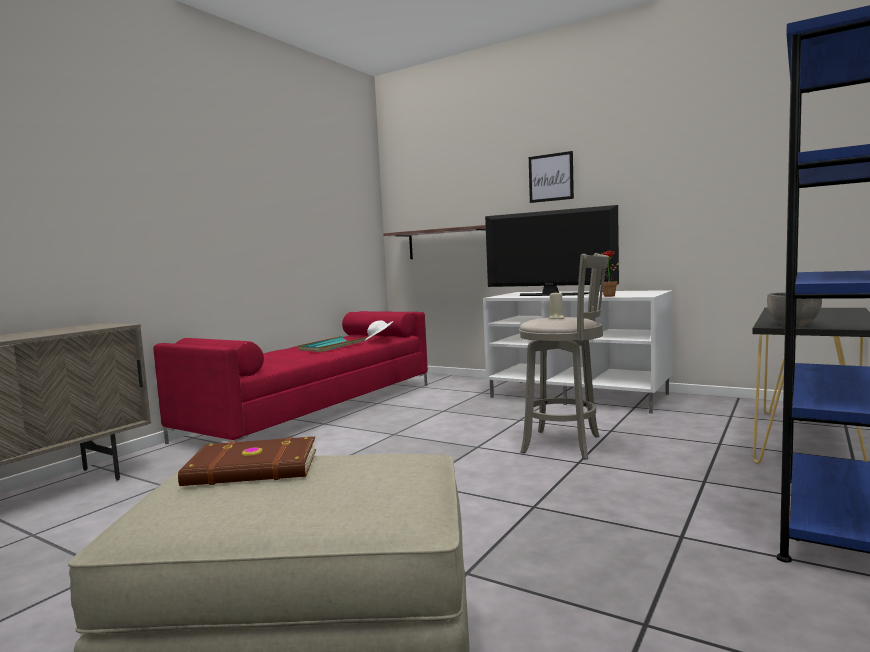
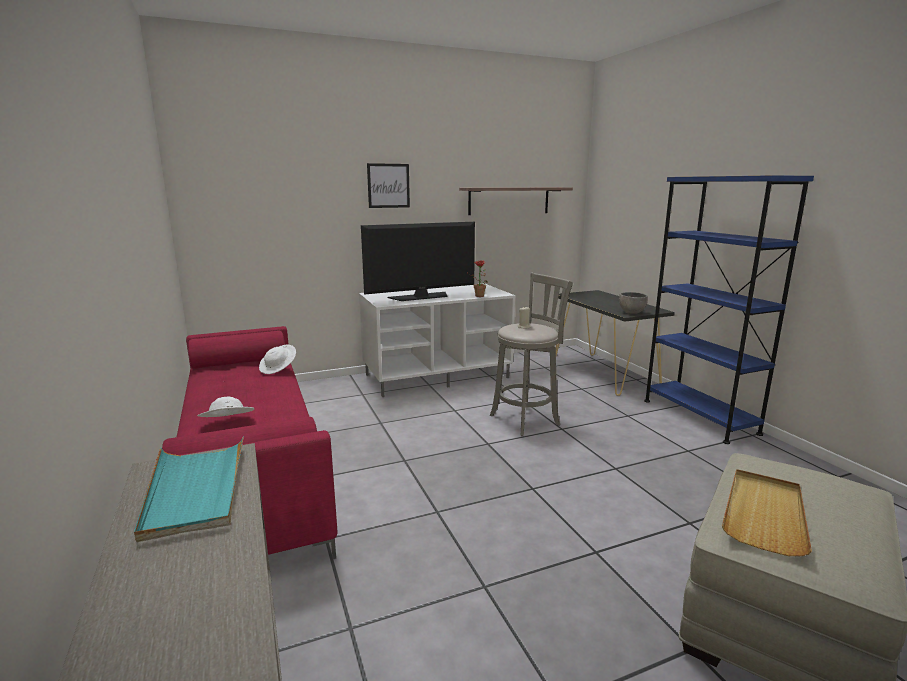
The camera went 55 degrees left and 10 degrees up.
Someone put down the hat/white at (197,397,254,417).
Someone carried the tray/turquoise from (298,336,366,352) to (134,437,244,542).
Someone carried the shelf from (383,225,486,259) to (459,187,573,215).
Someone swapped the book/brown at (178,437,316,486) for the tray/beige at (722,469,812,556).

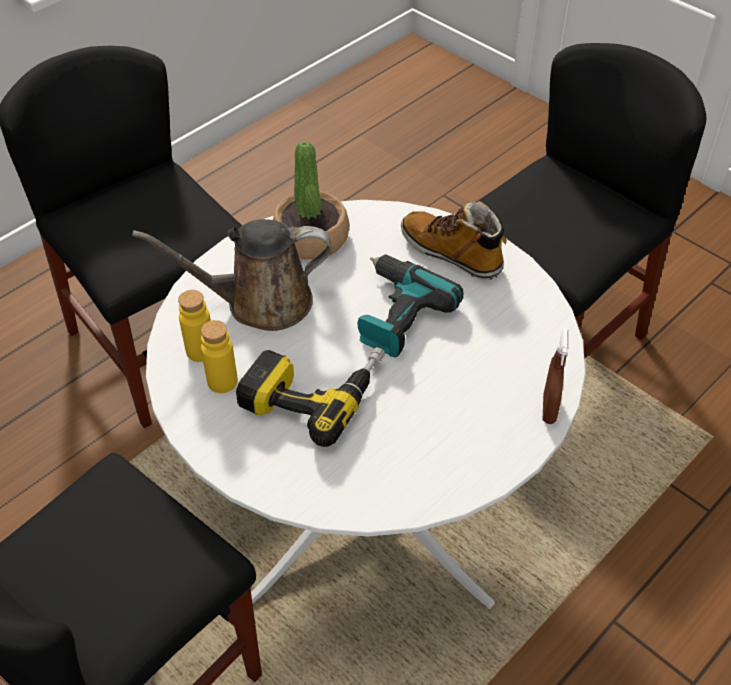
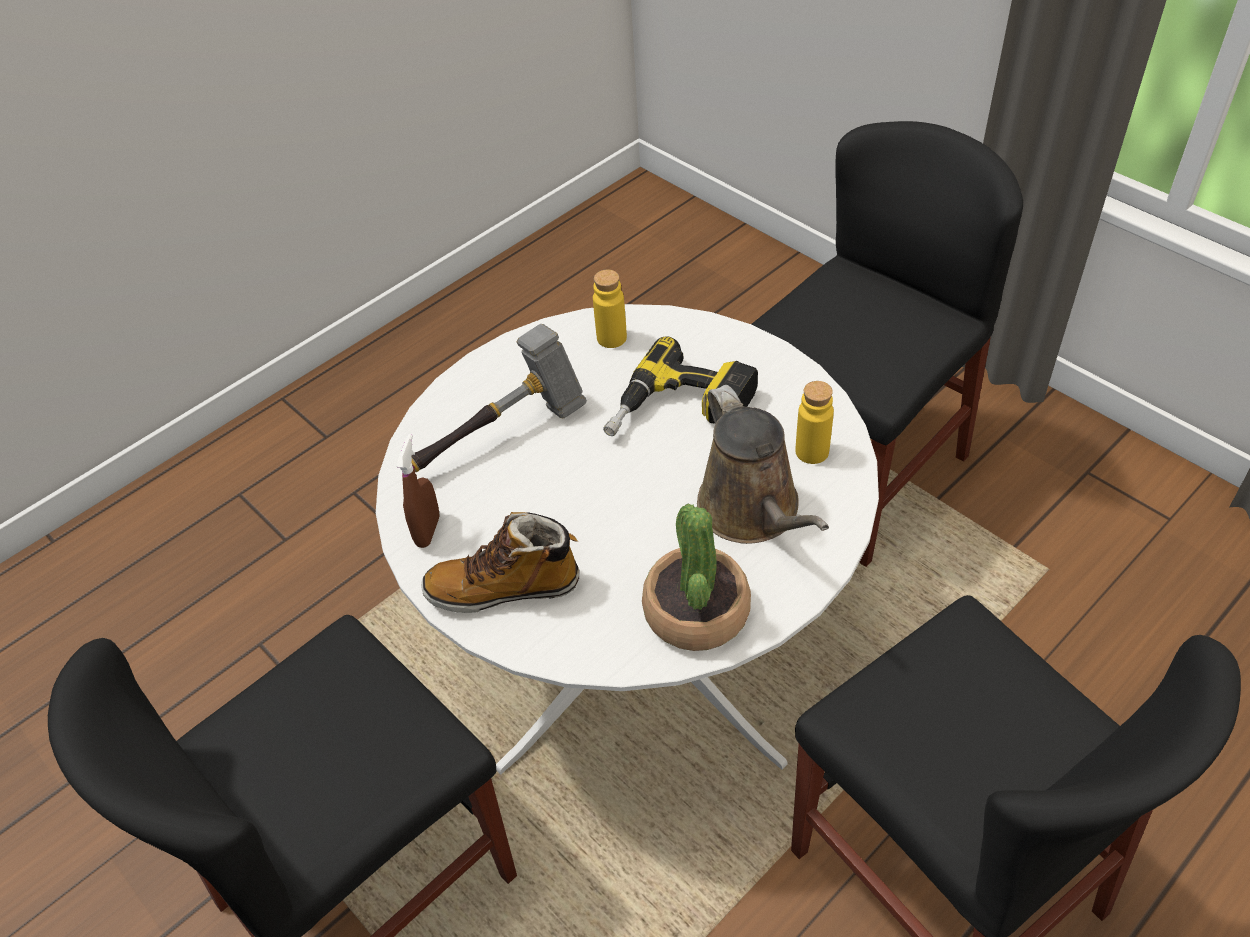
The camera went 175 degrees left and 0 degrees up.
Someone took away the power drill at (358,254,463,357).
Someone put down the hammer at (411,324,587,472).
Someone carried the bottle/yellow from (201,320,238,393) to (593,269,627,348).
Someone carried the spray bottle/brown from (543,329,569,424) to (396,434,440,548).
Someone rotated the watering can/brown at (132,219,331,331) by 75 degrees clockwise.
Someone rotated the boot at (401,200,507,280) by 135 degrees clockwise.

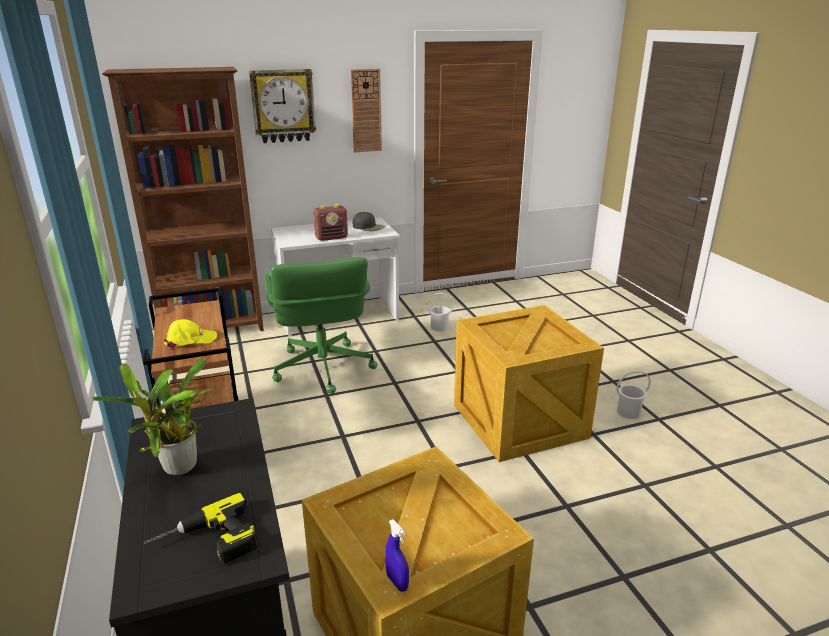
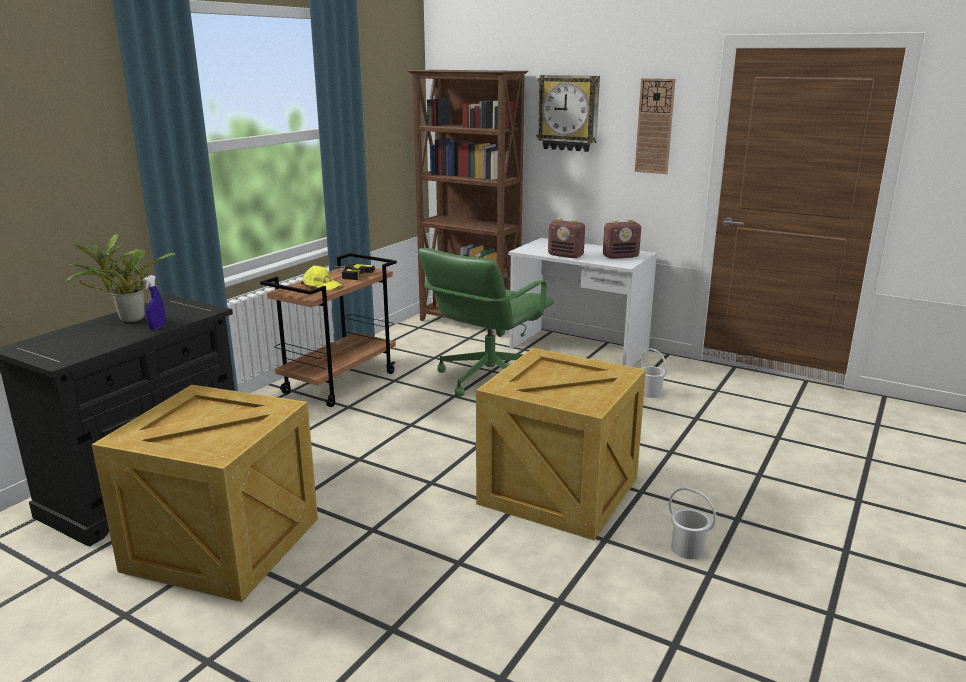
The camera went 50 degrees right and 5 degrees down.
Someone carried the power drill from (144,493,257,564) to (331,264,375,280).
Someone carried the spray bottle/blue from (385,519,409,592) to (143,275,166,330).
Someone swapped the cap/black at (352,212,385,231) for the radio at (603,219,641,259).

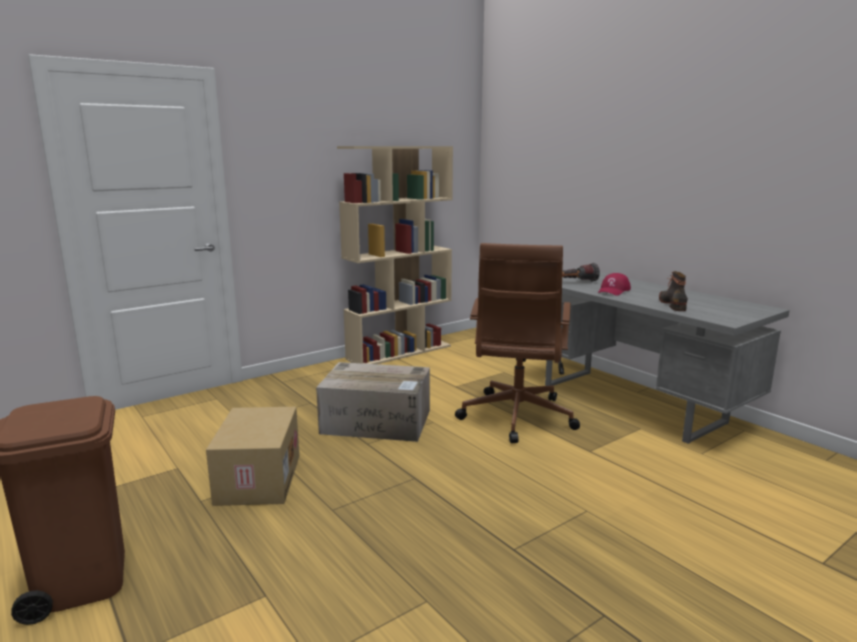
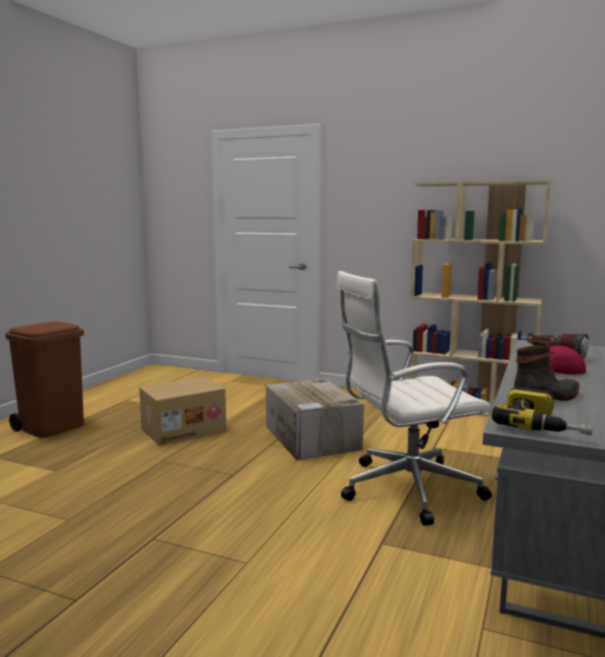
The camera went 60 degrees right and 5 degrees down.
Someone put down the power drill at (492,386,593,435).
Someone repainted the office chair/brown at (455,243,580,443), which became the office chair/white at (336,271,492,526).

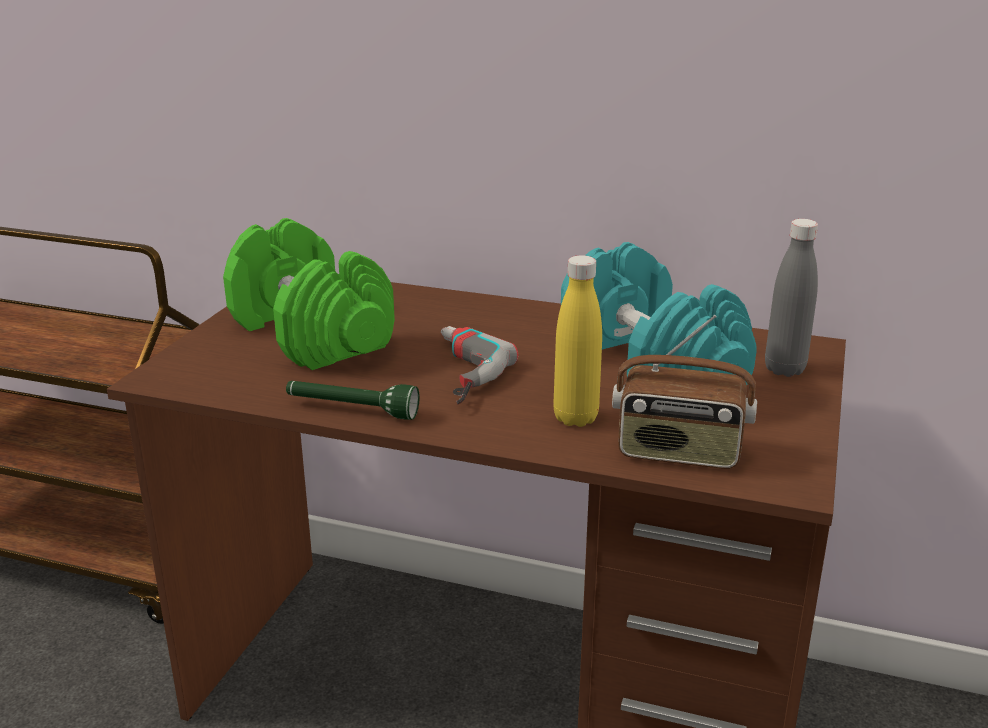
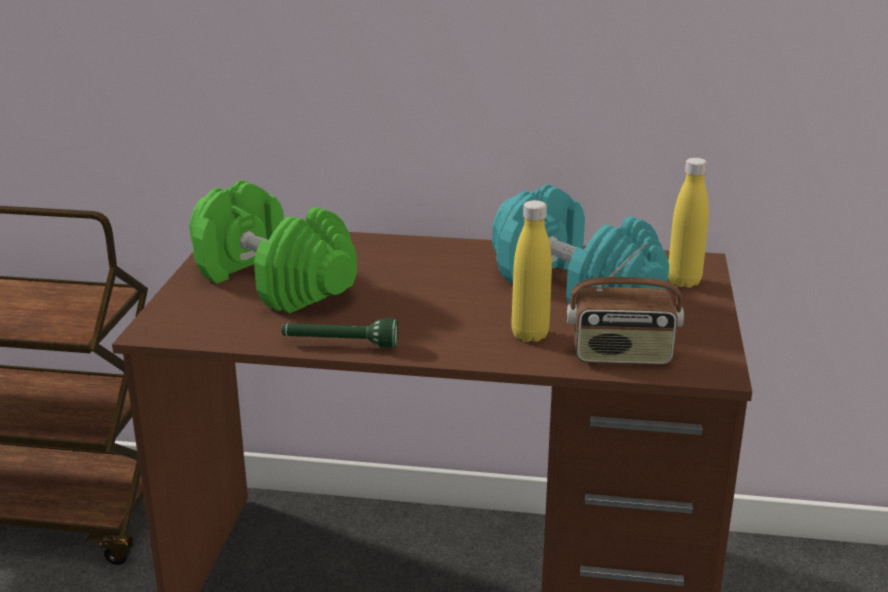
The camera went 10 degrees left and 0 degrees up.
Someone took away the power drill at (441,326,518,405).
Someone repainted the bottle/grey at (765,219,818,377), which became the bottle/yellow at (668,158,709,288).

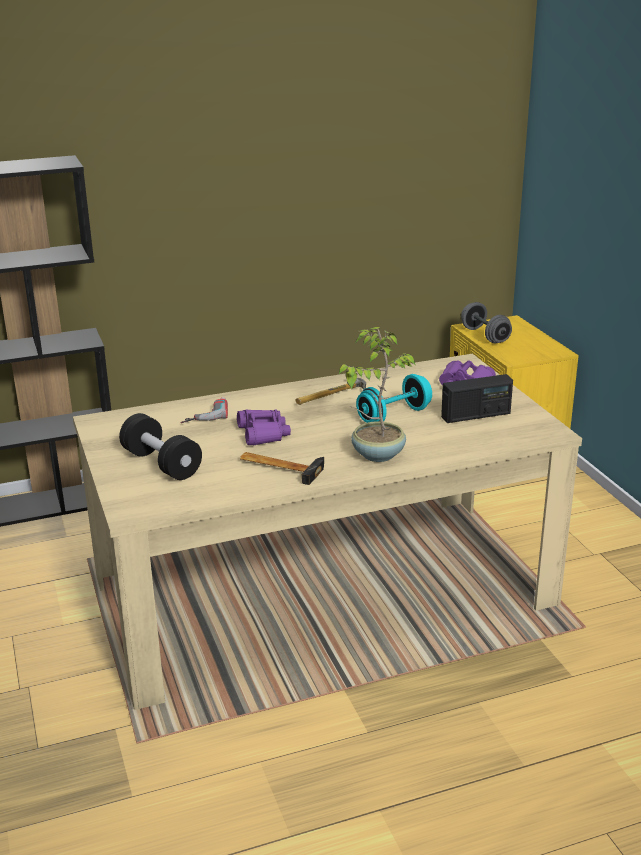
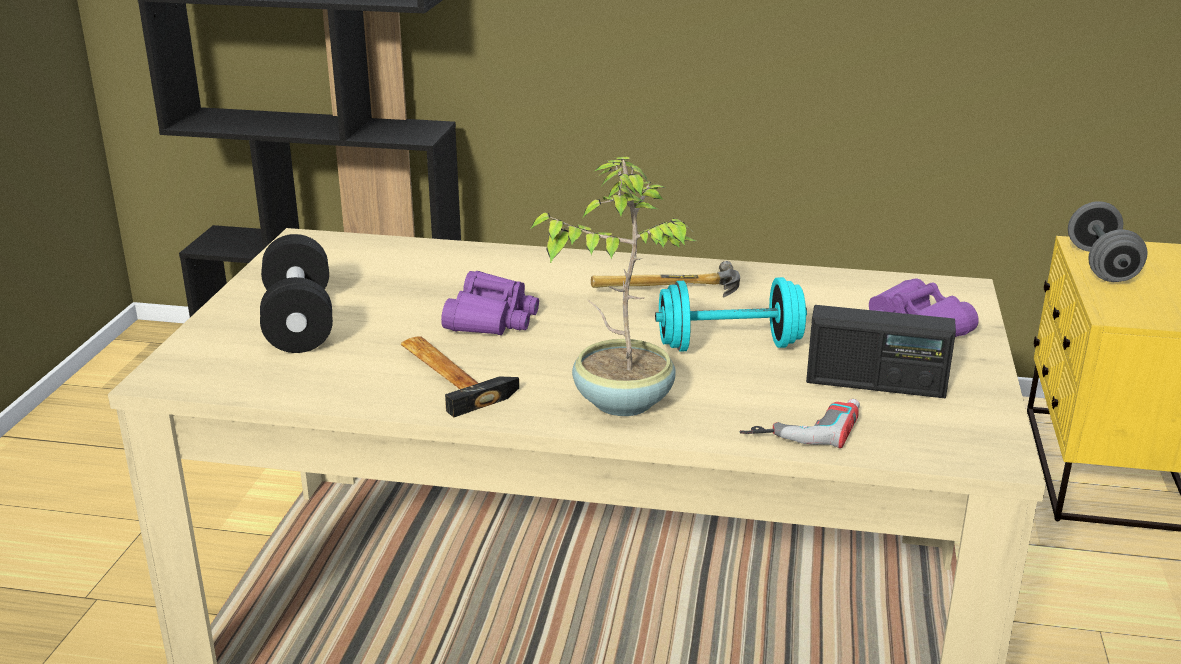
The camera went 30 degrees right and 0 degrees up.
Someone carried the power drill from (181,397,228,423) to (740,399,860,448).

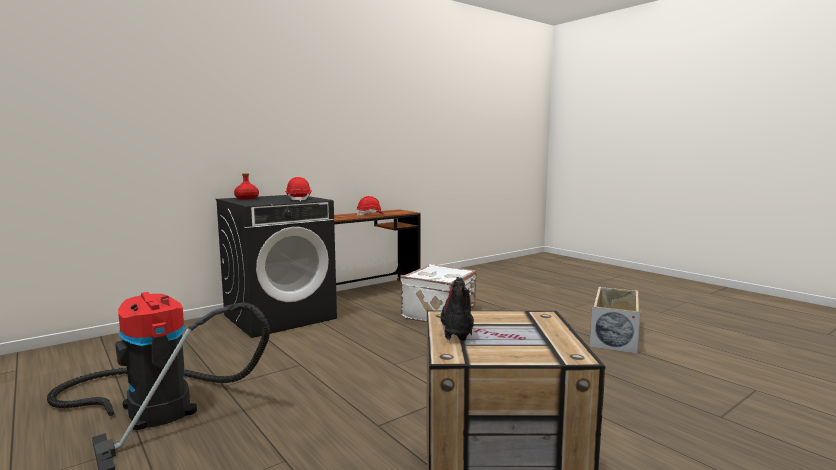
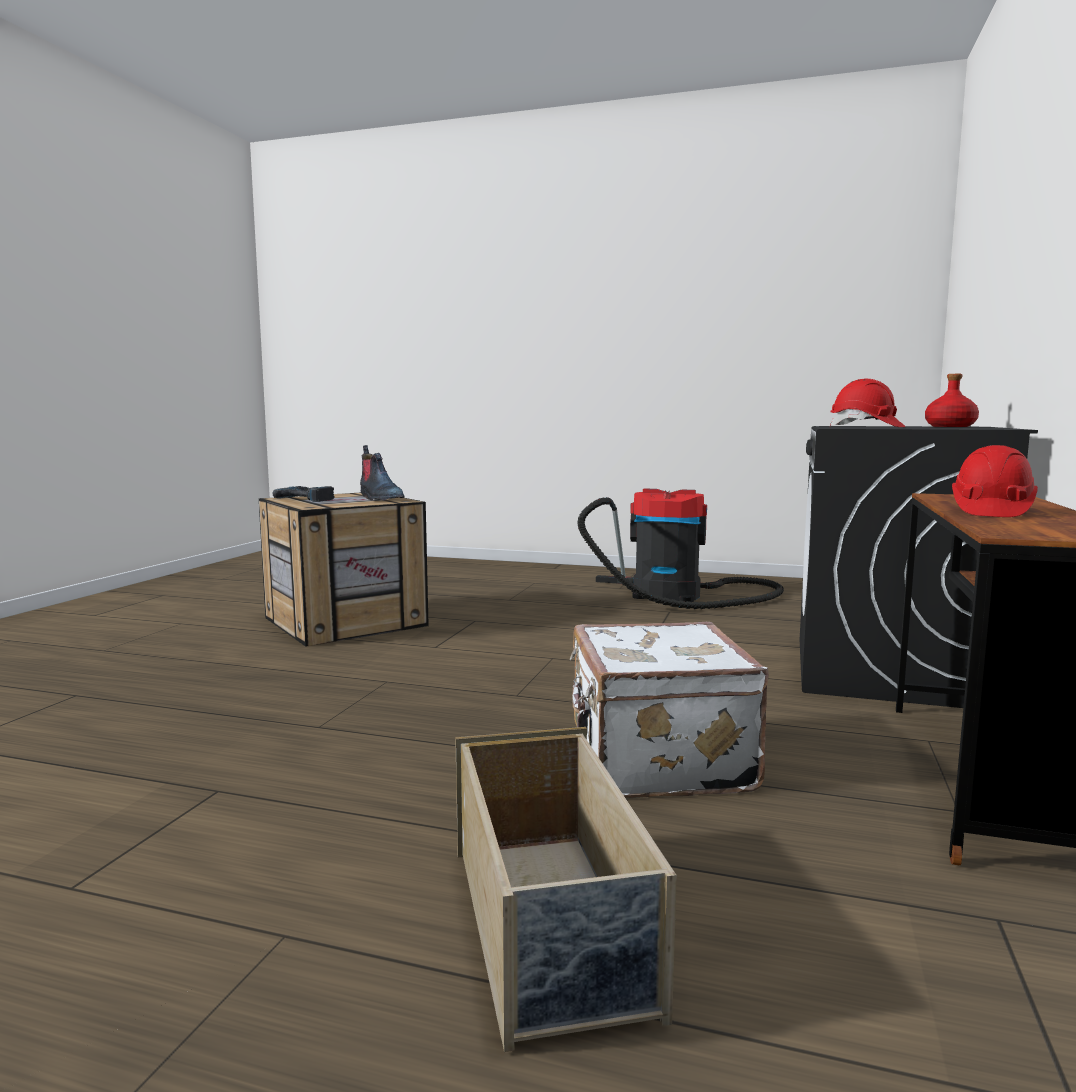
The camera went 145 degrees right and 0 degrees up.
Someone put down the power drill at (272,486,335,502).
Someone carried the storage box/beige from (589,287,641,354) to (455,727,677,1052).

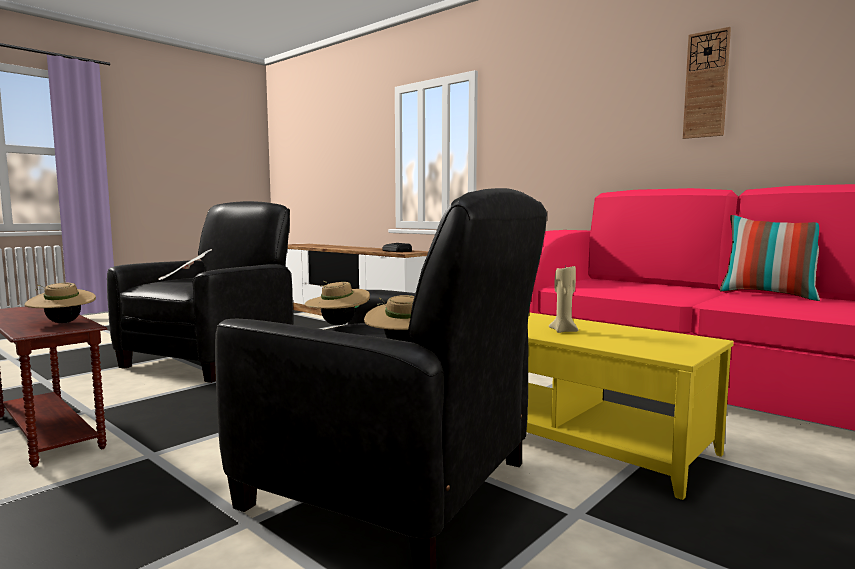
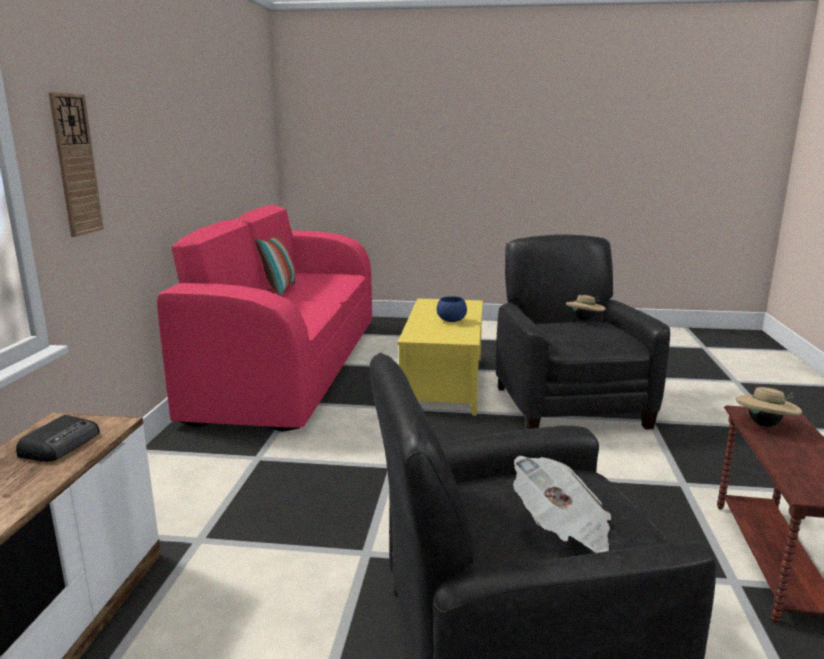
The camera went 125 degrees left and 10 degrees up.
Someone took away the hat/beige at (305,281,370,325).
Someone carried the wall clock from (683,27,731,139) to (48,92,104,237).
Someone swapped the candle/beige at (549,263,578,333) for the bowl/blue at (437,296,467,322).

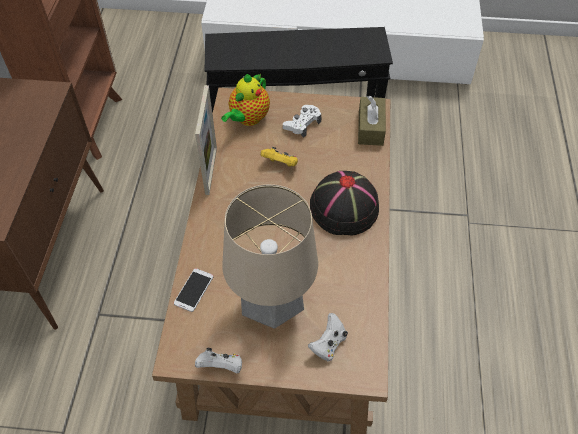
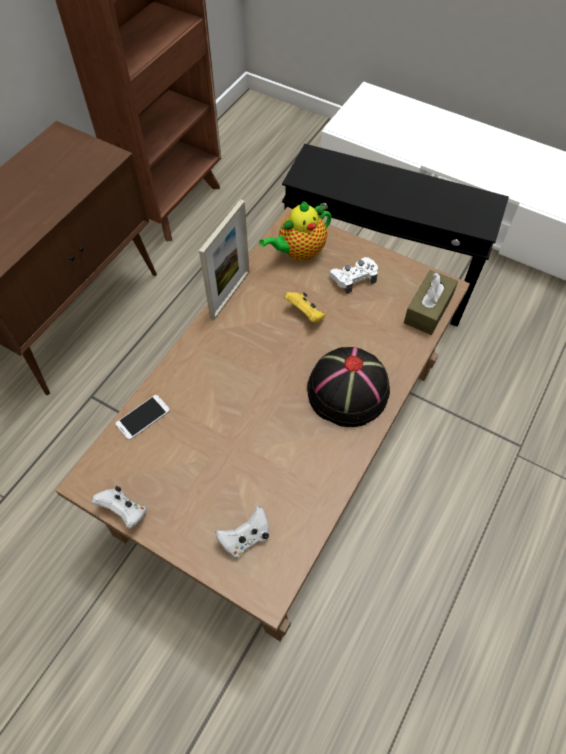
The camera went 25 degrees right and 5 degrees up.
Someone took away the table lamp at (222,184,318,329).

